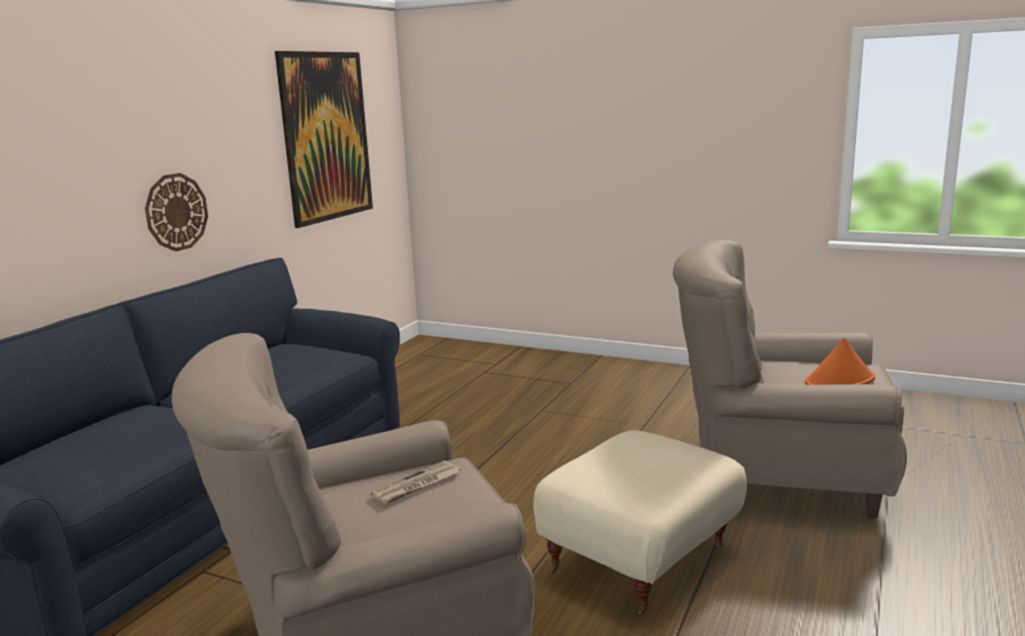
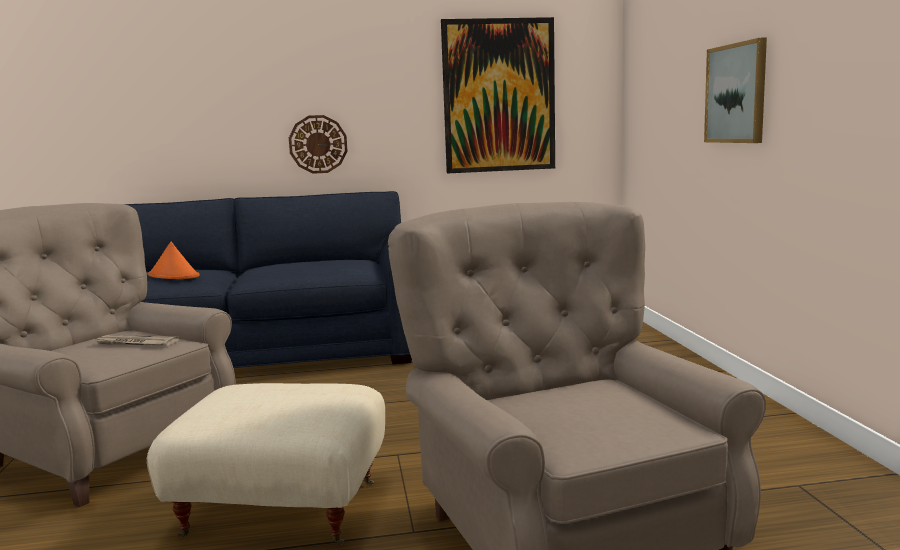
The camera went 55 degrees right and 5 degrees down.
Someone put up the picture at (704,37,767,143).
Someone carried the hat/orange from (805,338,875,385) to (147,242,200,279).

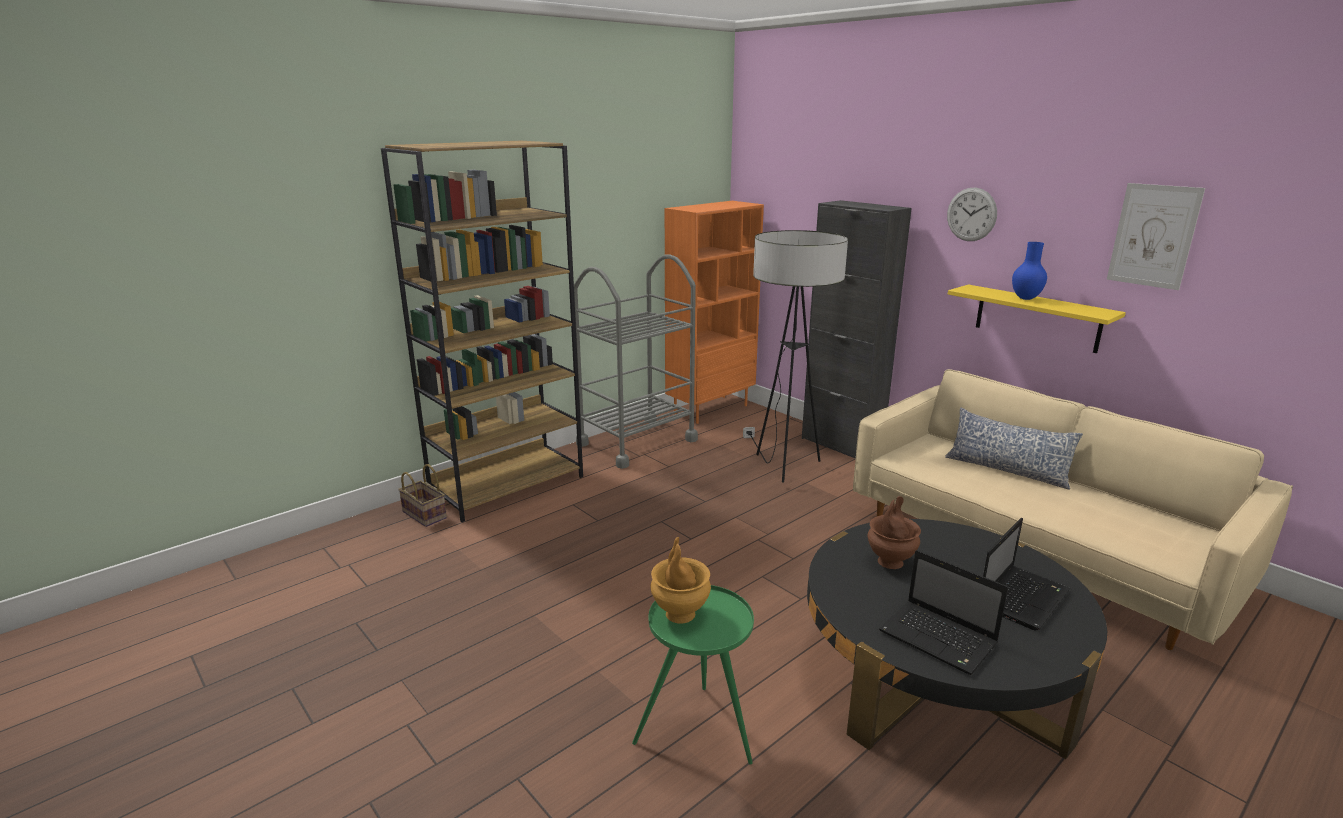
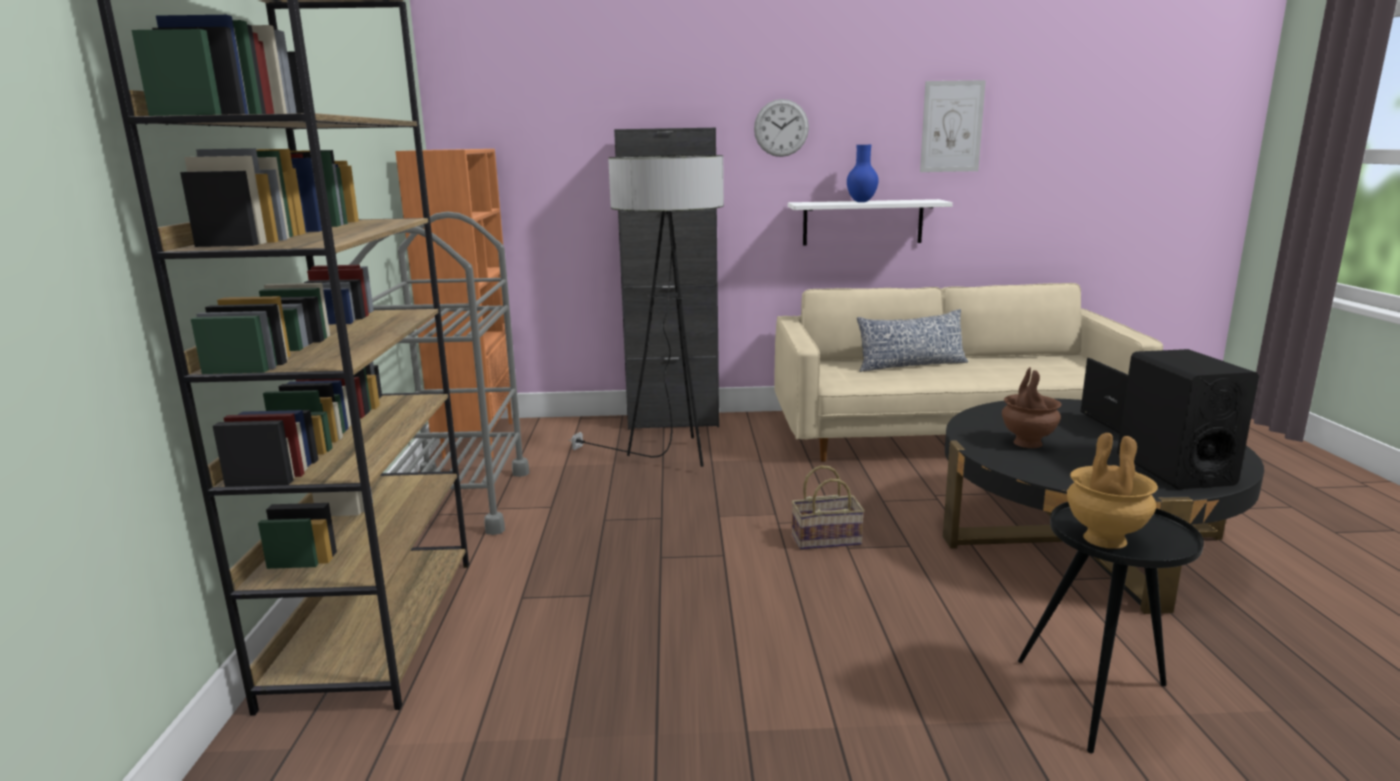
The camera went 50 degrees left and 5 degrees down.
Someone carried the basket from (398,464,447,527) to (791,465,865,550).
Someone swapped the laptop at (879,550,1008,675) for the speaker/black at (1117,349,1259,489).
Someone repainted the side table/green at (632,585,754,765), which became the side table/black at (1018,502,1204,753).
Someone repainted the shelf/yellow at (948,284,1126,353), which became the shelf/white at (788,199,953,245).

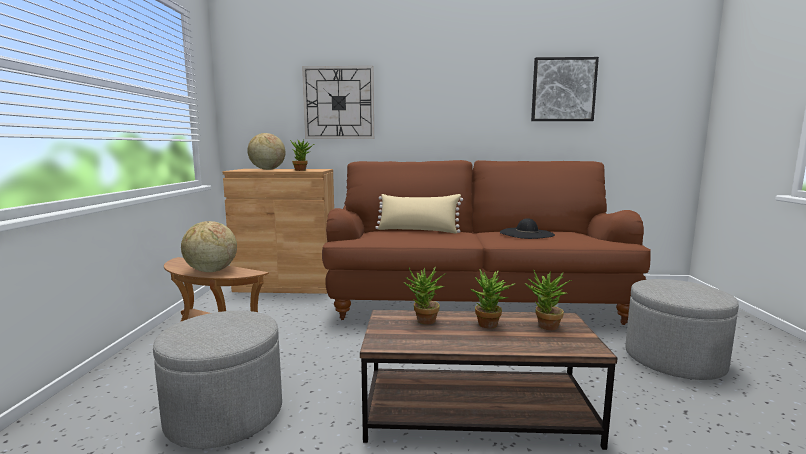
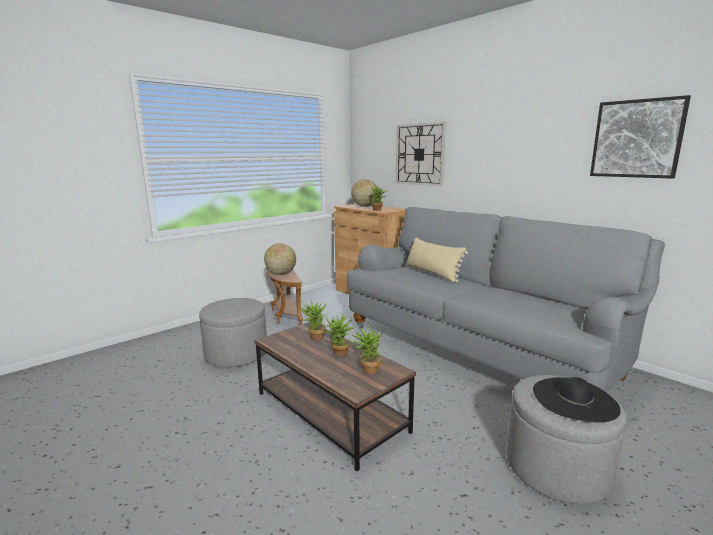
The camera went 45 degrees right and 5 degrees up.
Someone carried the hat/black from (500,218,555,239) to (533,377,621,423).
Someone repainted the sofa/brown at (322,160,651,325), which became the sofa/grey at (347,207,665,392).

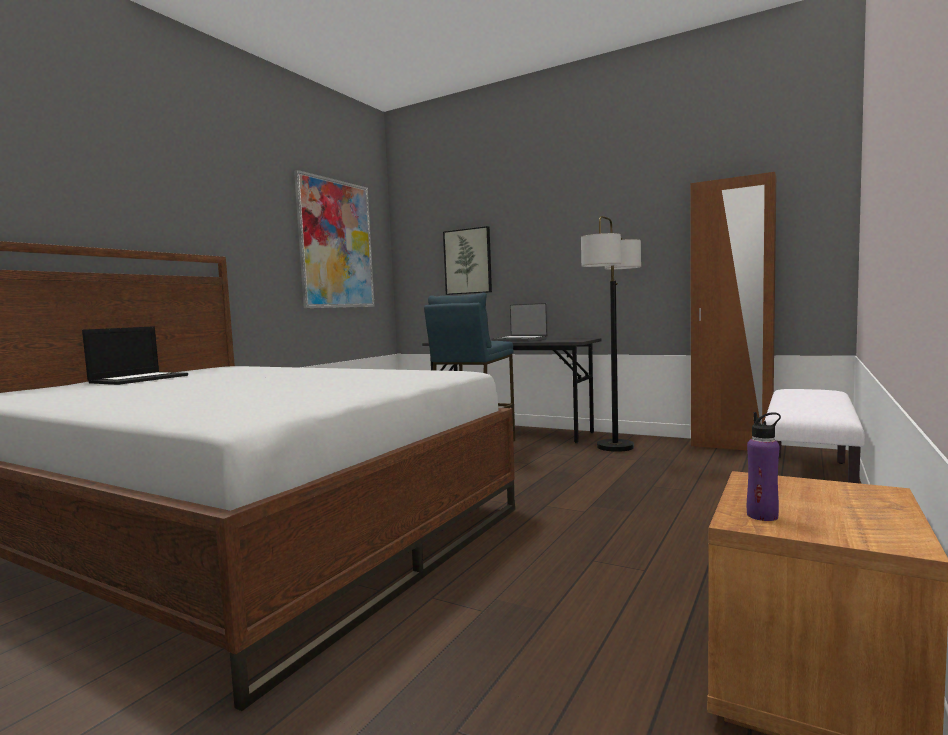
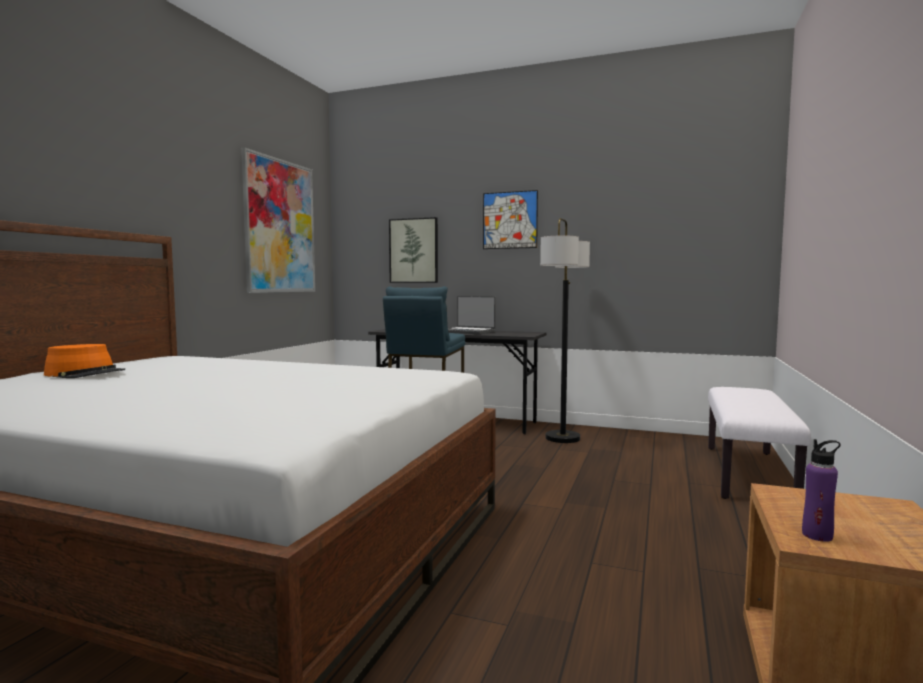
The camera went 10 degrees left and 0 degrees up.
Someone took away the wardrobe/brown at (690,172,776,450).
Someone put up the picture at (483,190,538,249).
Someone swapped the laptop at (82,326,188,385) for the hat/orange at (44,344,125,378).

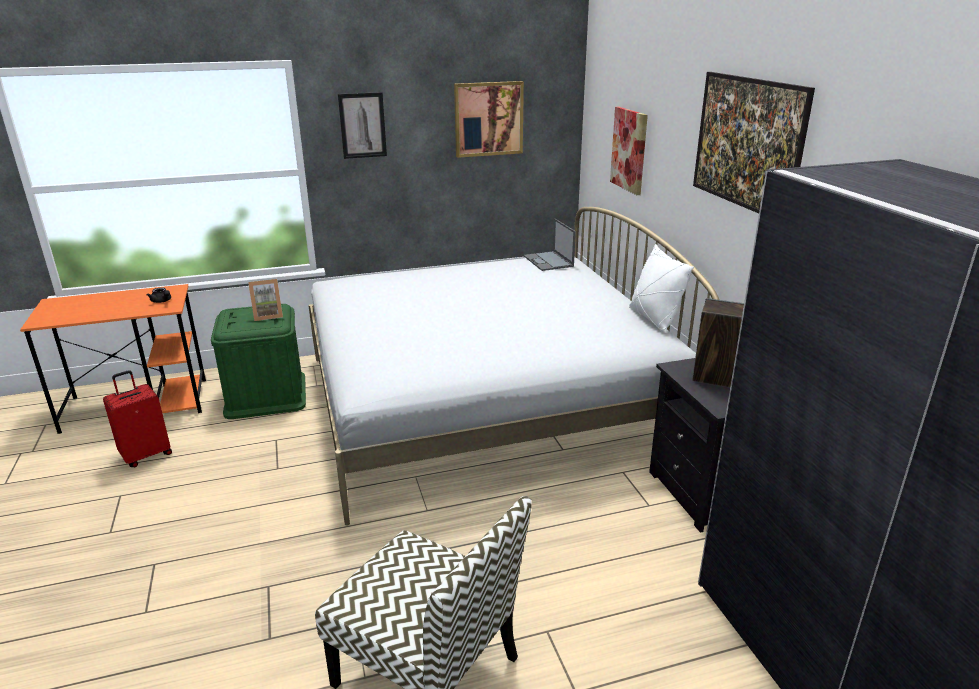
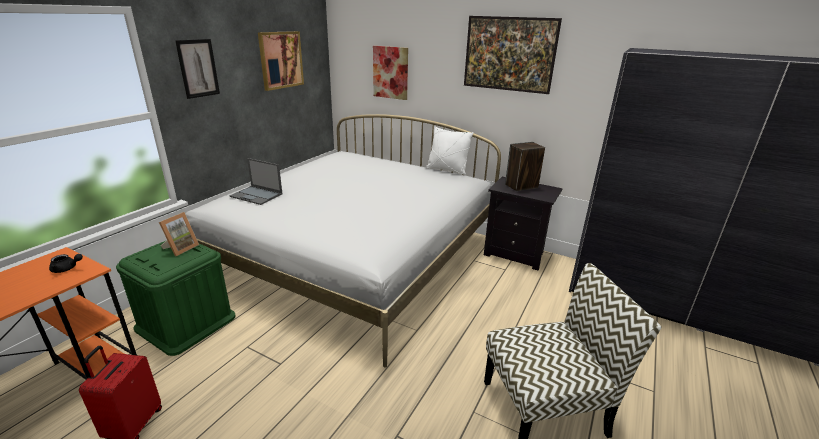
The camera went 45 degrees left and 0 degrees up.
Someone carried the laptop from (524,219,576,271) to (229,158,283,205).

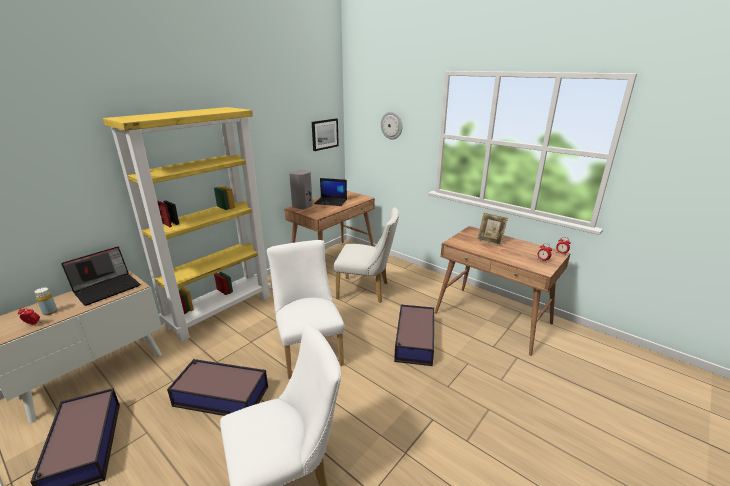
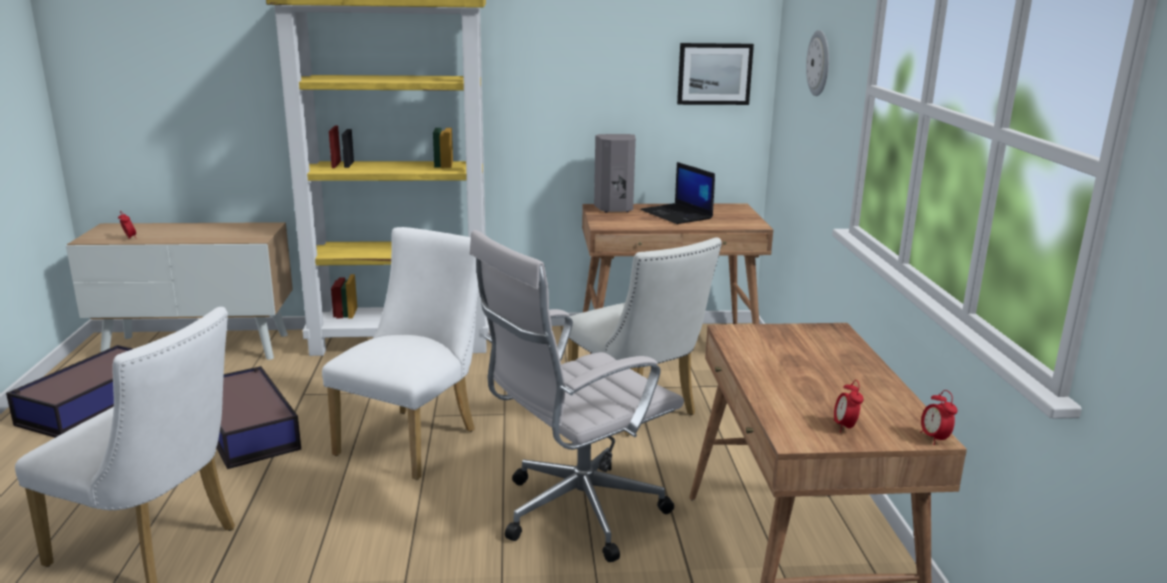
The camera went 45 degrees right and 5 degrees down.
Someone took away the bottle/yellow at (35,287,57,315).
Someone took away the laptop at (61,246,140,306).
Someone took away the picture frame at (477,212,508,246).
Someone swapped the storage box at (394,305,434,366) for the office chair/white at (470,230,684,562).

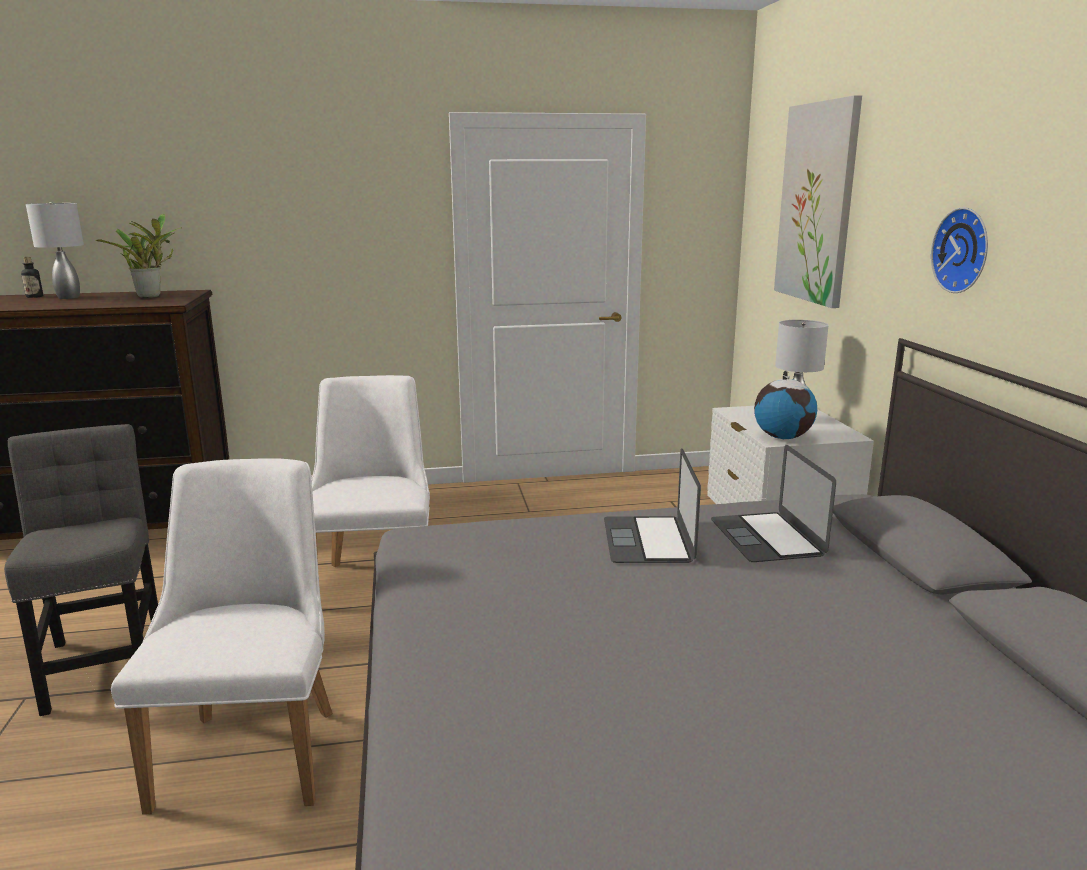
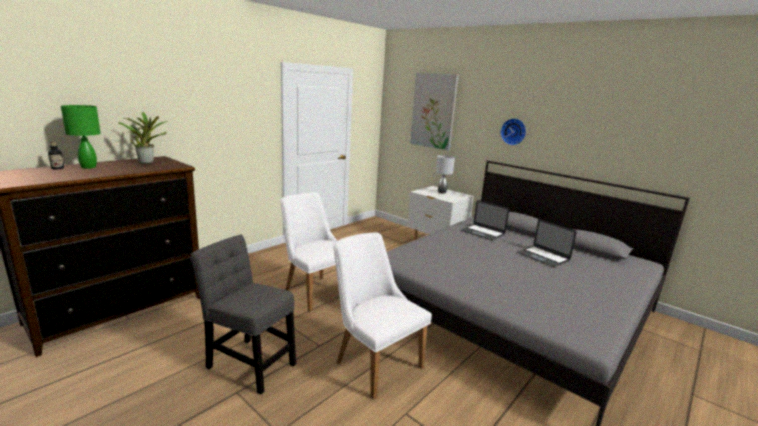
The camera went 40 degrees left and 0 degrees up.
Someone took away the globe at (754,370,817,439).
Someone carried the laptop from (604,448,701,563) to (517,219,577,267).
Someone repainted the table lamp/grey at (26,202,84,299), which became the table lamp/green at (61,105,101,169).

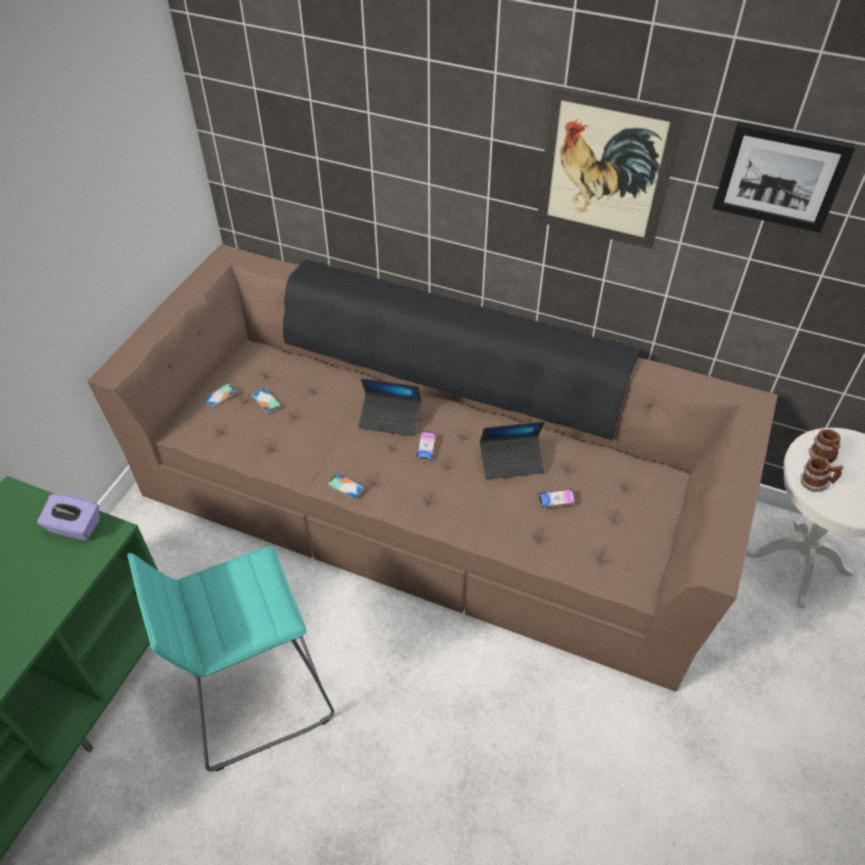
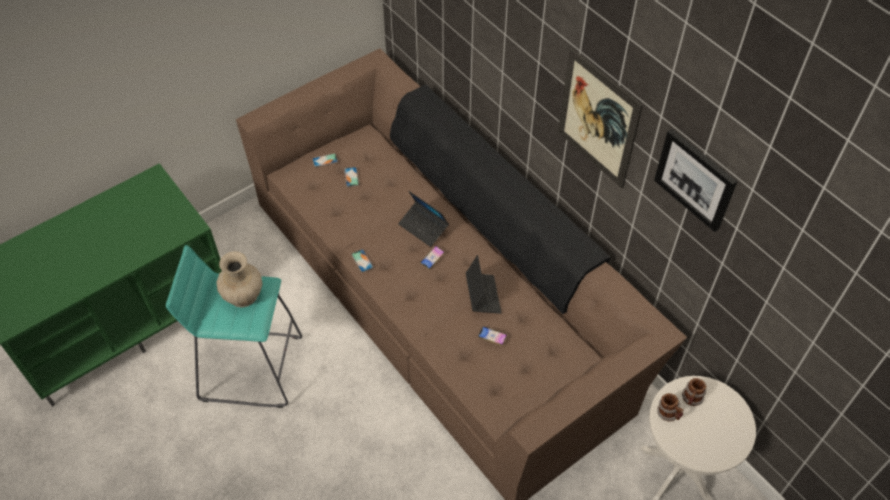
The camera went 30 degrees right and 5 degrees up.
Someone took away the tissue box/purple at (37,494,100,540).
Someone put down the vase/beige at (216,251,262,308).
Someone rotated the laptop at (480,421,545,479) by 120 degrees counterclockwise.

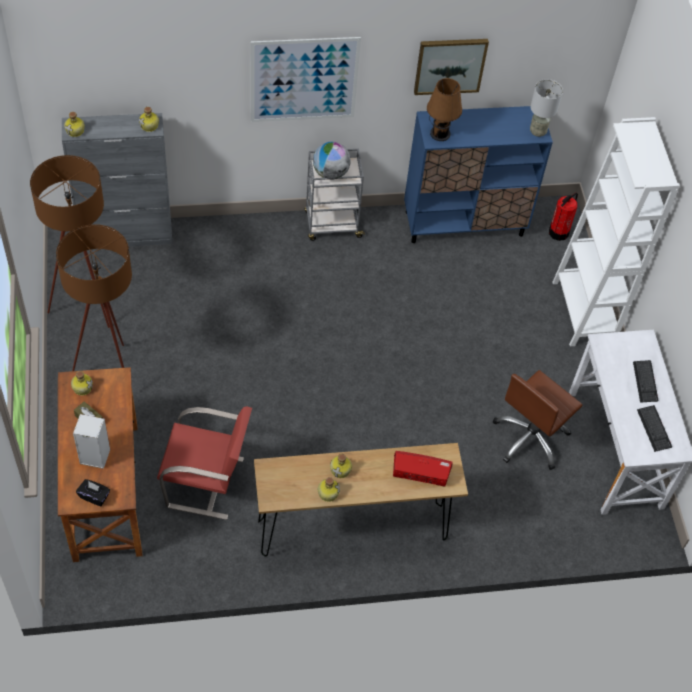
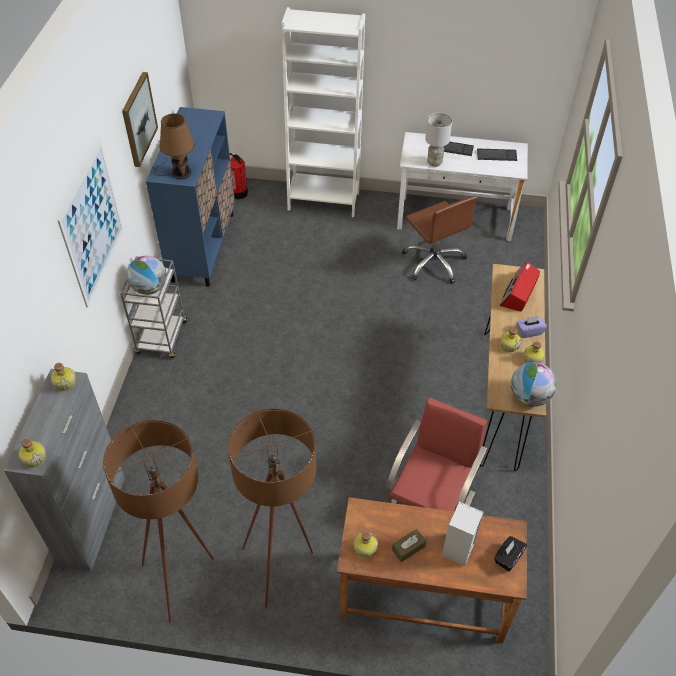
The camera went 70 degrees left and 5 degrees down.
Someone put down the globe at (511,362,557,407).
Someone put down the tissue box/purple at (517,316,547,338).
Someone carried the table lamp/grey from (530,79,563,137) to (425,113,452,167).

